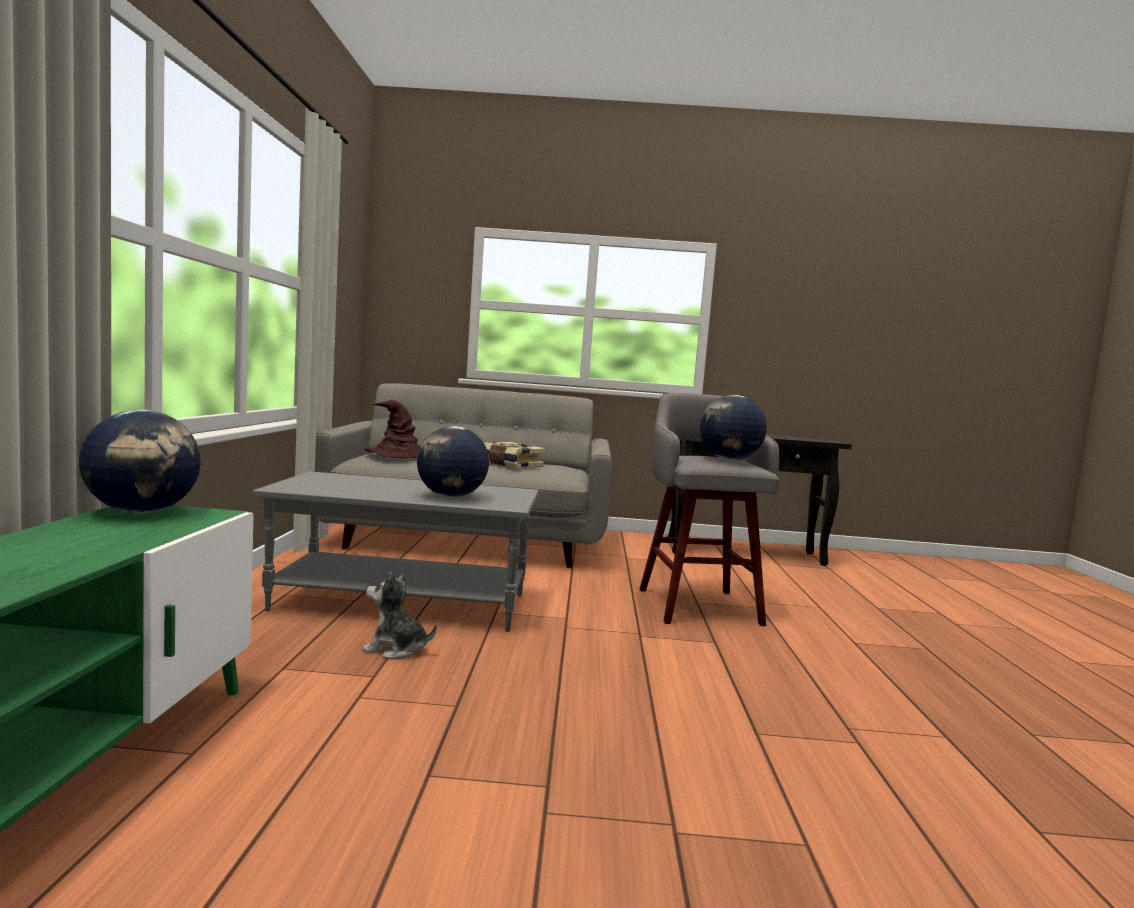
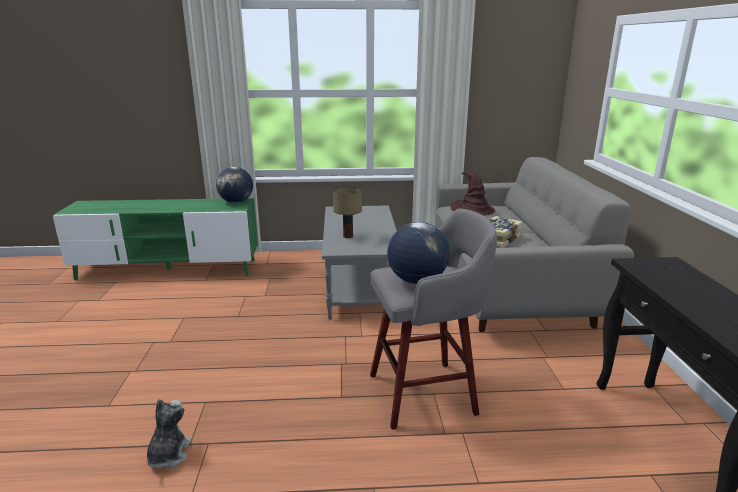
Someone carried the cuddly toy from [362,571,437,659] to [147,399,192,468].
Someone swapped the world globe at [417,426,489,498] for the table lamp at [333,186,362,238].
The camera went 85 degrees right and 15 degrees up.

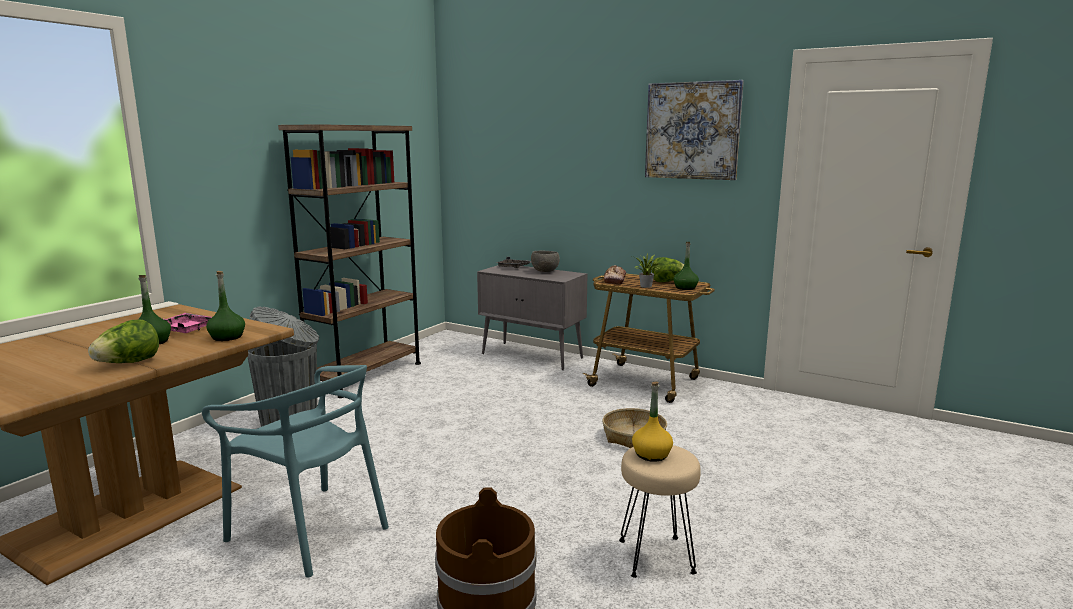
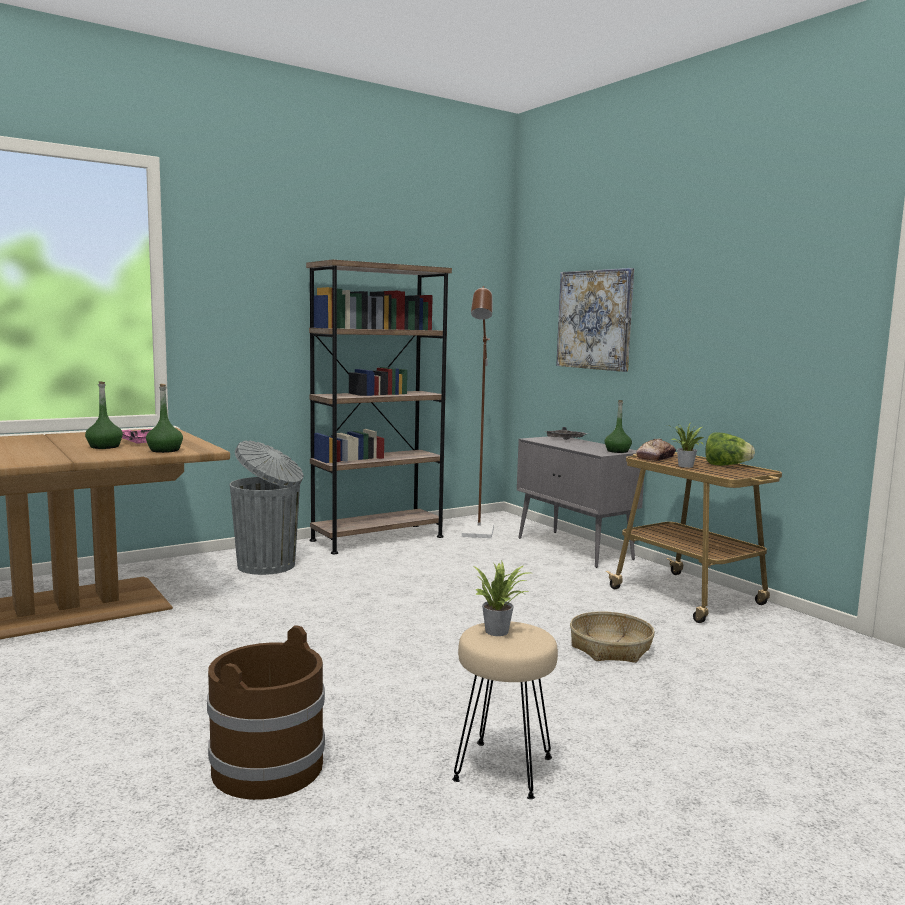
Someone took away the lettuce at [88,320,159,363].
Someone took away the blue-green chair at [202,365,389,577].
Someone took away the grey bowl at [531,251,560,272].
Someone put down the brownish floor lamp at [462,286,494,538].
Someone carried the wall art from [645,80,744,180] to [556,268,634,372].
Someone carried the green bottle from [674,242,699,290] to [604,400,632,453].
Someone swapped the yellow bottle at [632,382,673,462] for the houseplant at [473,561,529,636].
The camera went 25 degrees right and 5 degrees down.

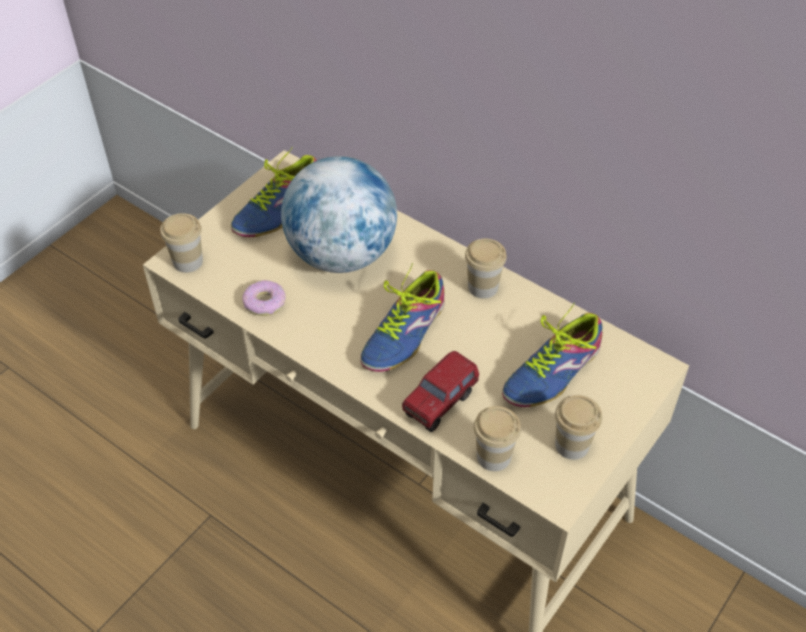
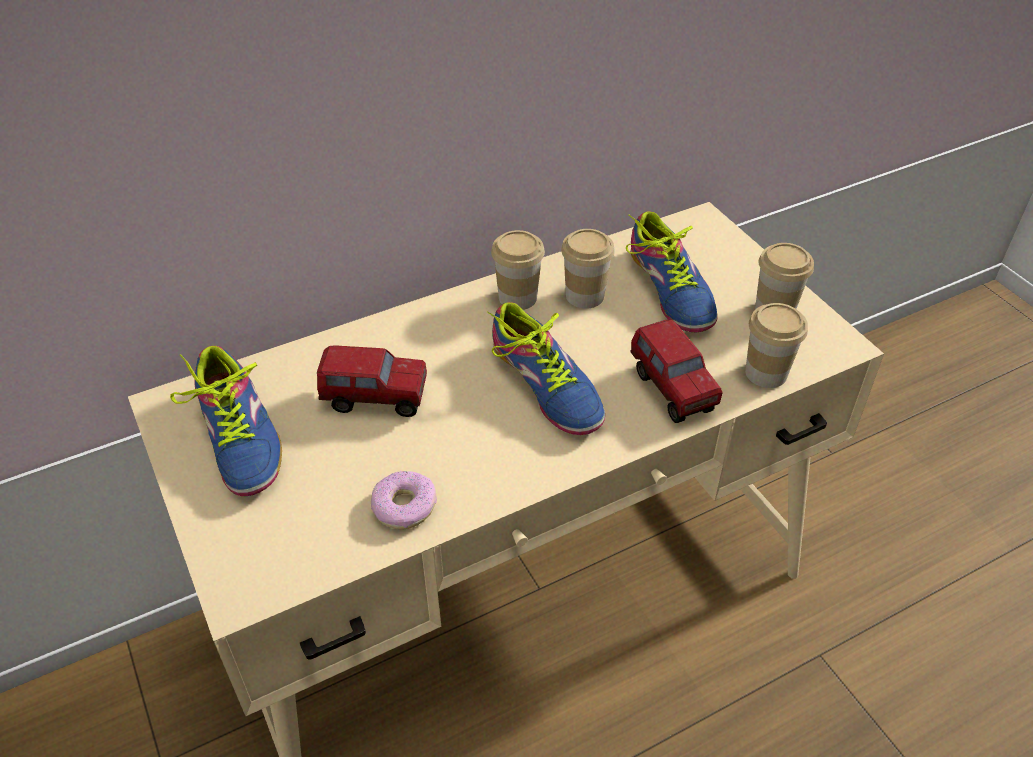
Someone carried the small cup from [160,213,203,273] to [561,229,615,309].
Someone swapped the world globe at [281,156,397,273] for the model truck at [317,345,427,417].
The camera went 65 degrees left and 5 degrees down.

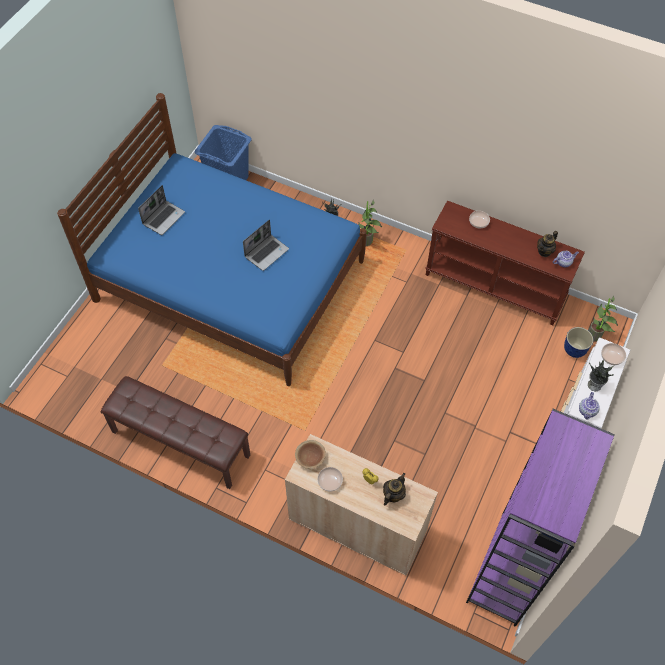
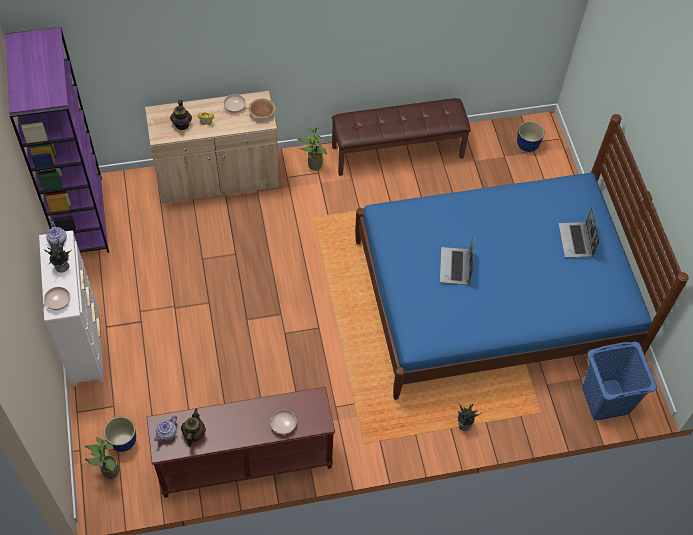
Someone put down the flower pot at [517,121,544,152].
Someone carried the houseplant from [358,199,382,246] to [297,127,327,171].
The camera went 140 degrees right and 0 degrees up.

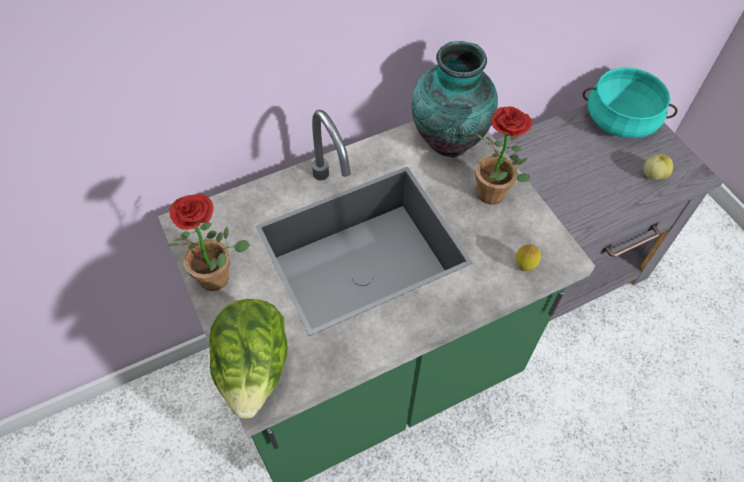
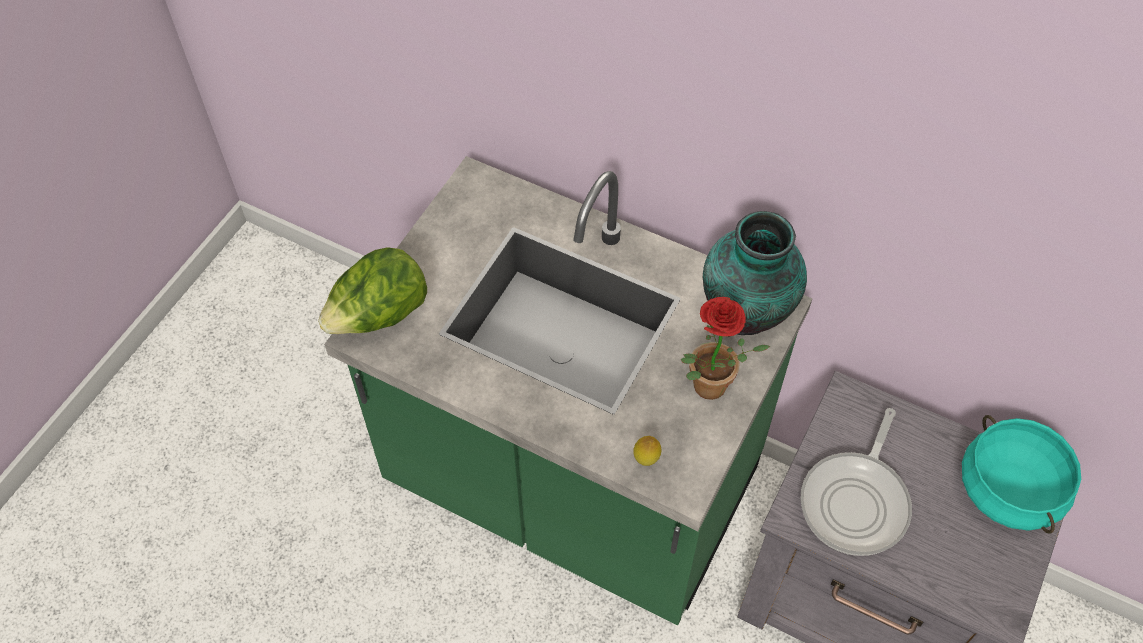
Someone took away the houseplant at [167,193,250,291].
Someone took away the apple at [644,154,673,180].
Someone put down the pan at [800,408,912,556].
The camera went 55 degrees right and 0 degrees up.

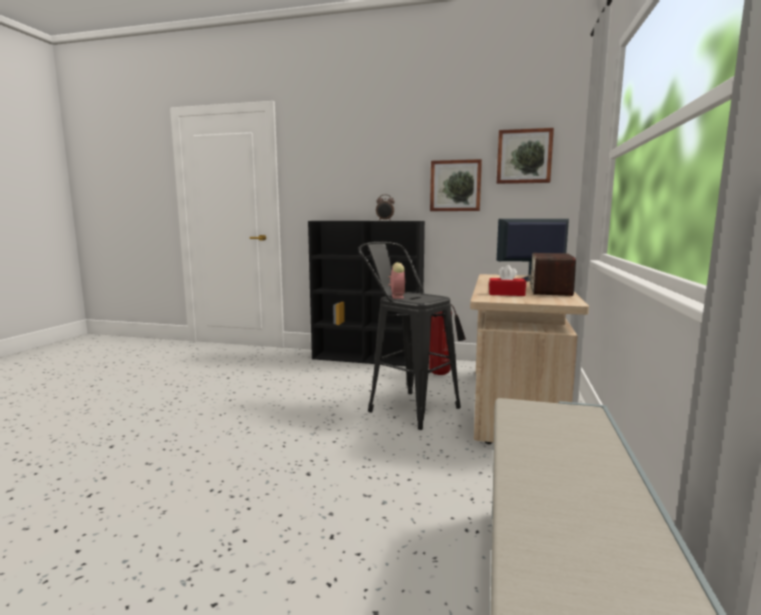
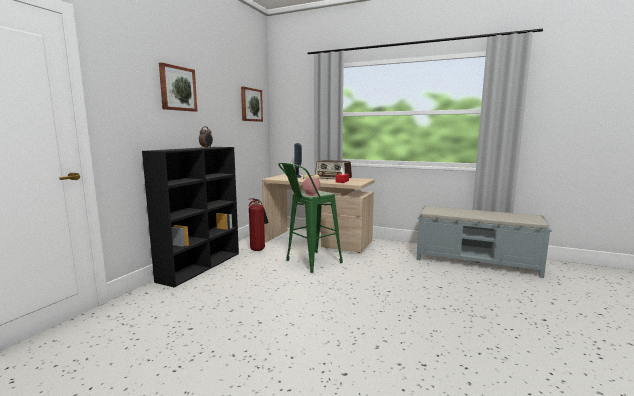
Someone carried the wall art from [430,159,482,211] to [159,62,197,112].
Someone repainted the blackish sitting stool at [358,242,461,430], which became the green sitting stool at [278,163,343,273].
The camera went 80 degrees left and 0 degrees up.

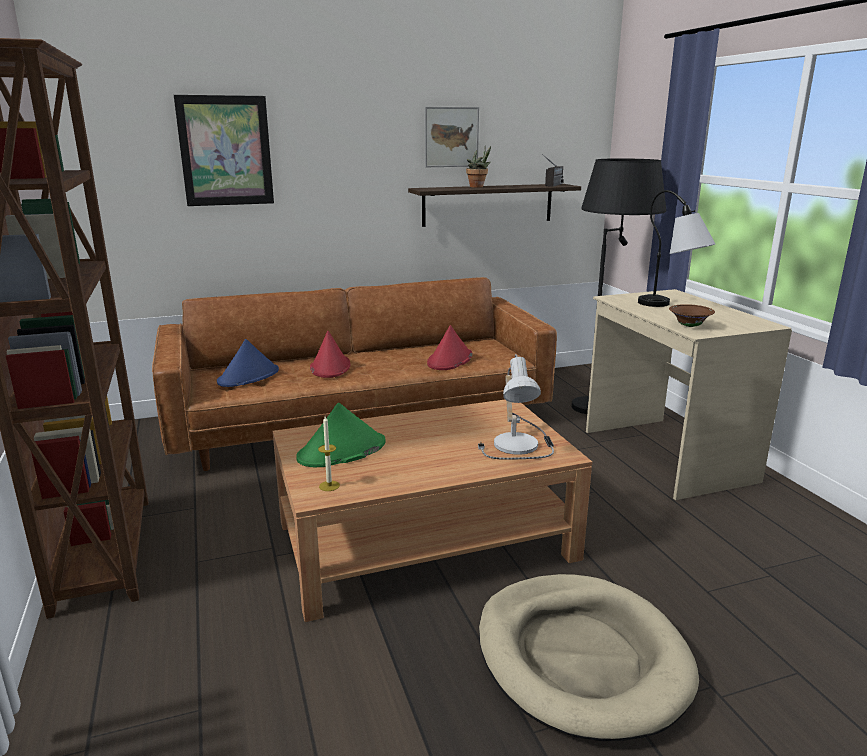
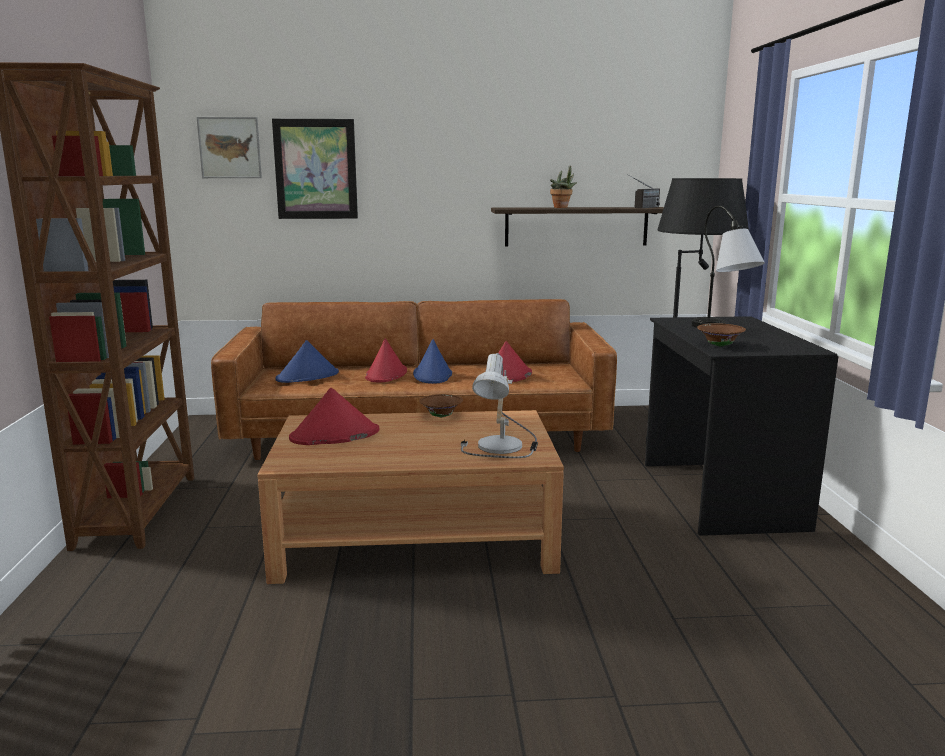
Someone took away the wax candle at [318,416,340,491].
Someone took away the beige-coloured dog cushion at [479,574,699,741].
Someone put down the bluish hat at [413,339,452,384].
Someone put down the brownish bowl at [419,394,463,417].
Someone carried the wall art from [425,107,479,167] to [196,117,262,178].
Someone repainted the green hat at [296,403,386,467], which became the red hat at [289,388,379,445].
Someone repainted the beige-coloured desk unit at [586,289,792,500], which became the blackish desk unit at [645,316,838,536].
The camera went 15 degrees right and 5 degrees down.

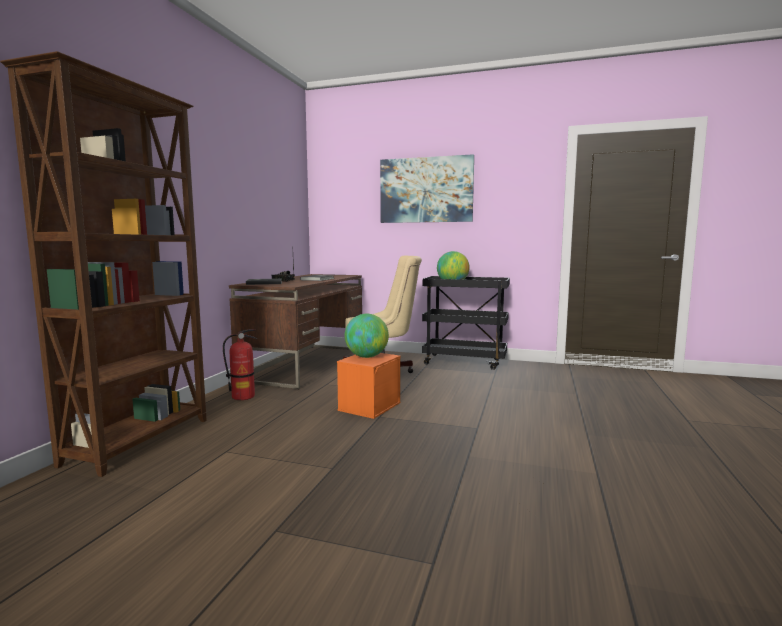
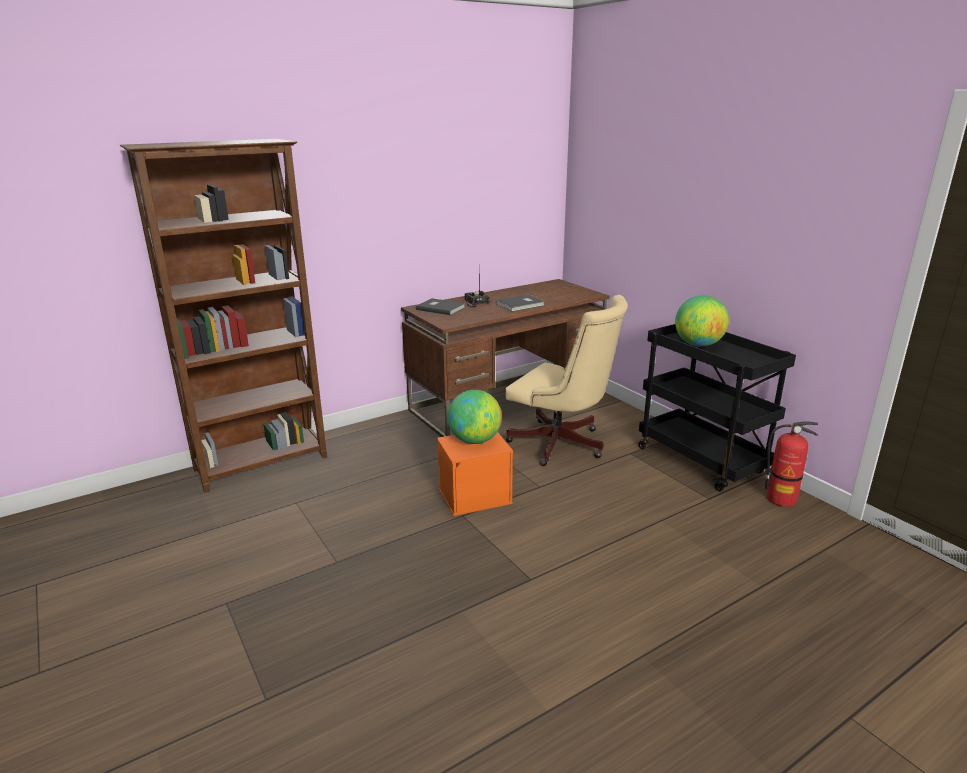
Someone took away the wall art at [380,154,474,223].
Someone carried the fire extinguisher from [223,329,257,400] to [765,421,818,507].
The camera went 40 degrees right and 15 degrees up.

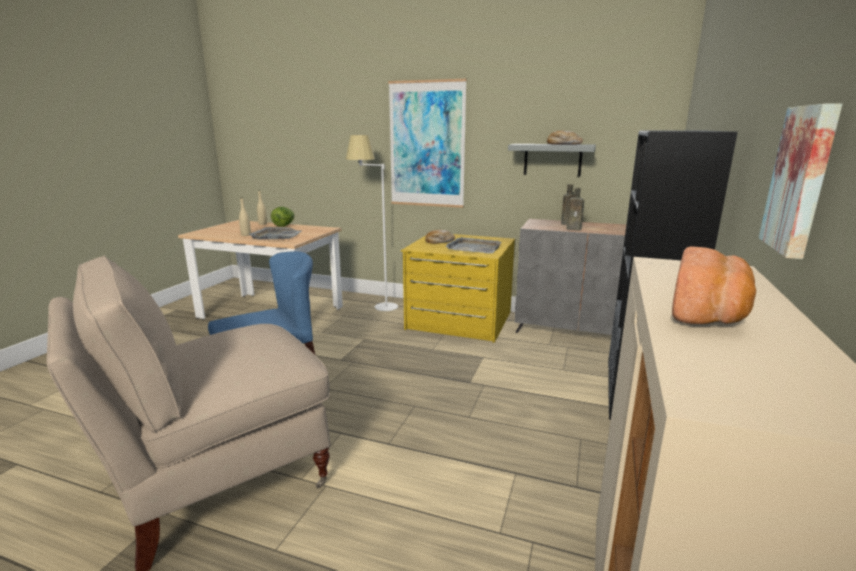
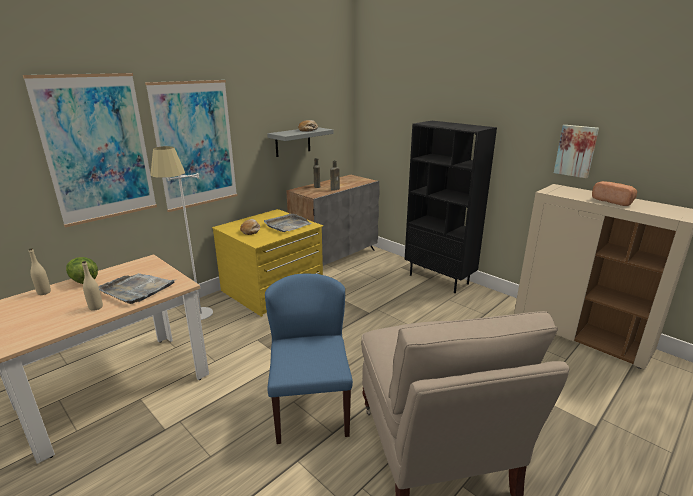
Someone put up the wall art at [23,73,157,227].
The camera went 65 degrees left and 5 degrees up.

